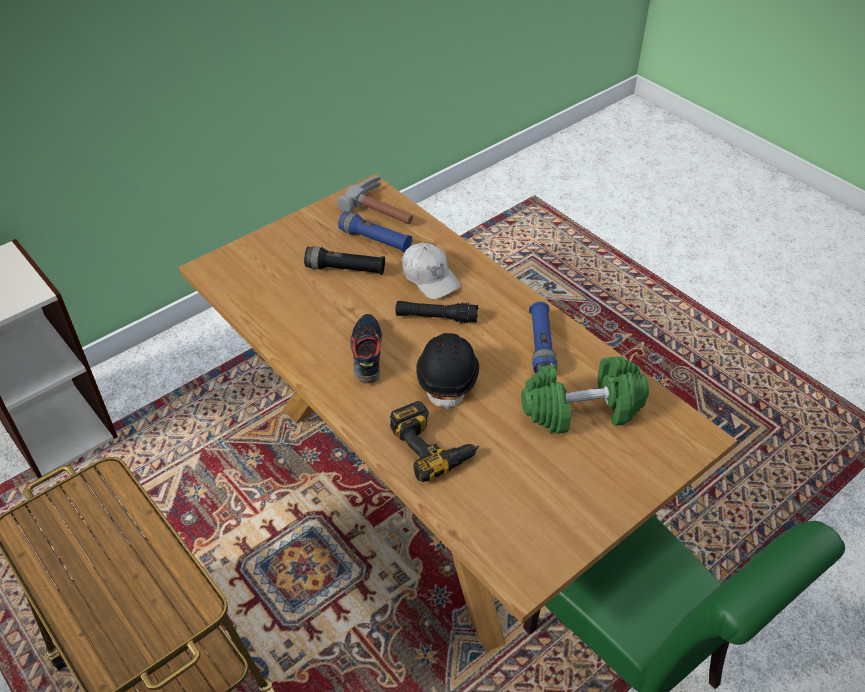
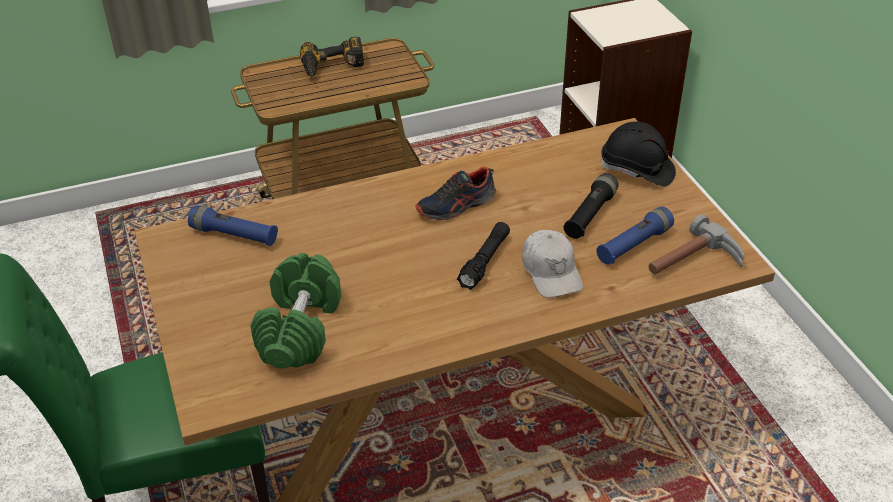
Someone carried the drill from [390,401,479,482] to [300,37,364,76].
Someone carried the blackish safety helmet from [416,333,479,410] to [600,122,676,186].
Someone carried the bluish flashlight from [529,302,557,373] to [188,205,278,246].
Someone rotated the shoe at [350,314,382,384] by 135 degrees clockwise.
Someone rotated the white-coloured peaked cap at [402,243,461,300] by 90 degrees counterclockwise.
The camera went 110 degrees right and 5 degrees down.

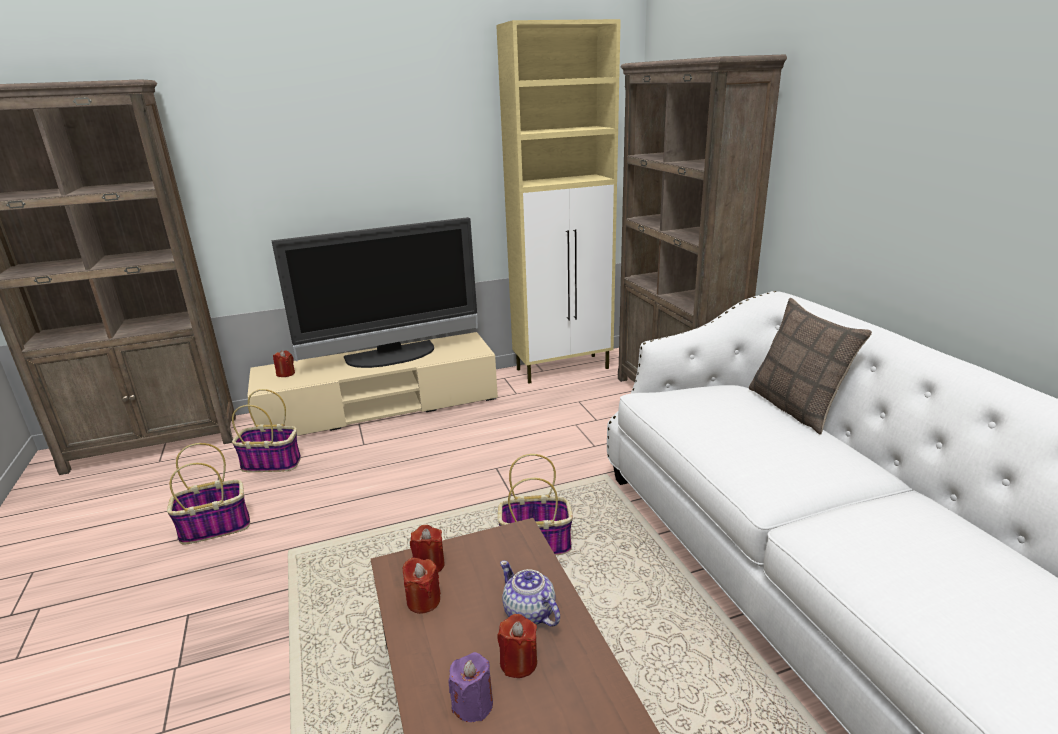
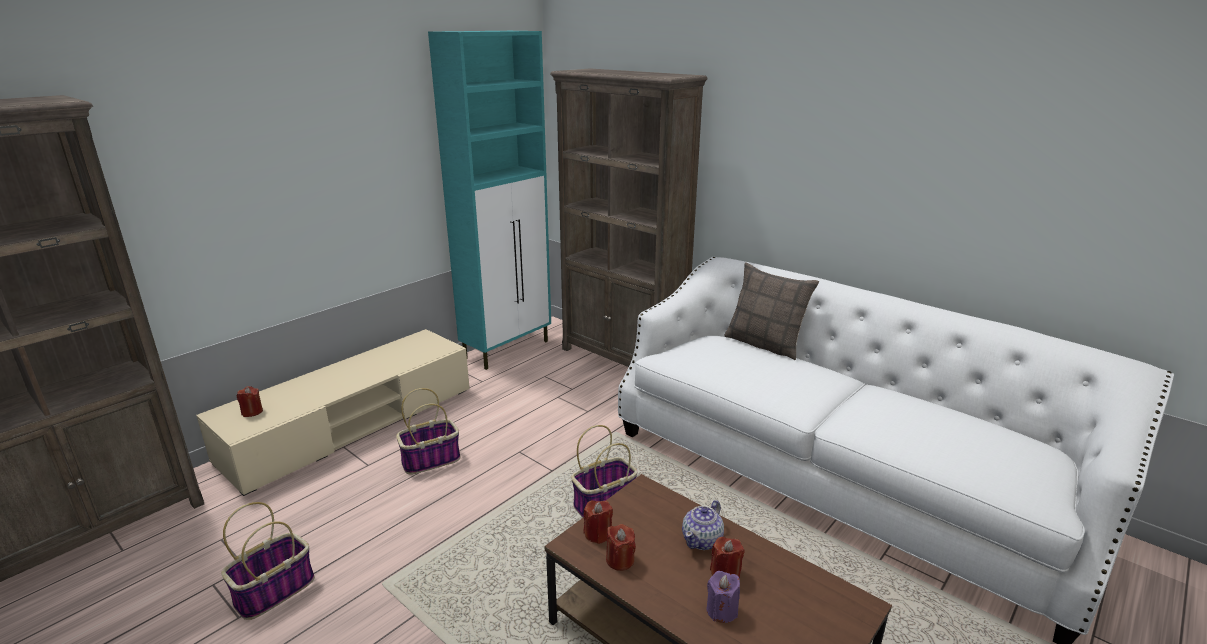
Someone took away the television at [271,217,478,368].
Someone carried the basket from [232,389,301,472] to [396,388,460,475].
Someone repainted the beige-coloured cupboard at [496,19,621,383], which became the blue-green cupboard at [428,31,551,370].
Someone rotated the pot for tea at [500,561,560,627] by 75 degrees counterclockwise.
The camera went 30 degrees left and 0 degrees up.

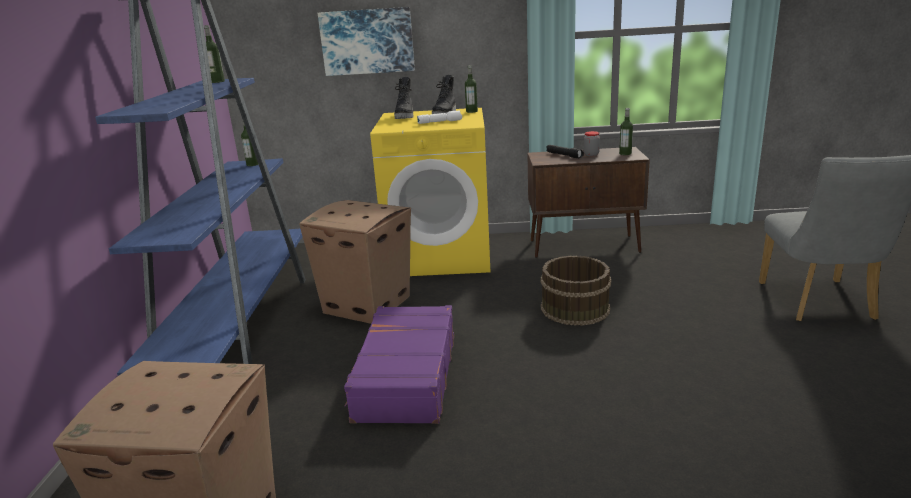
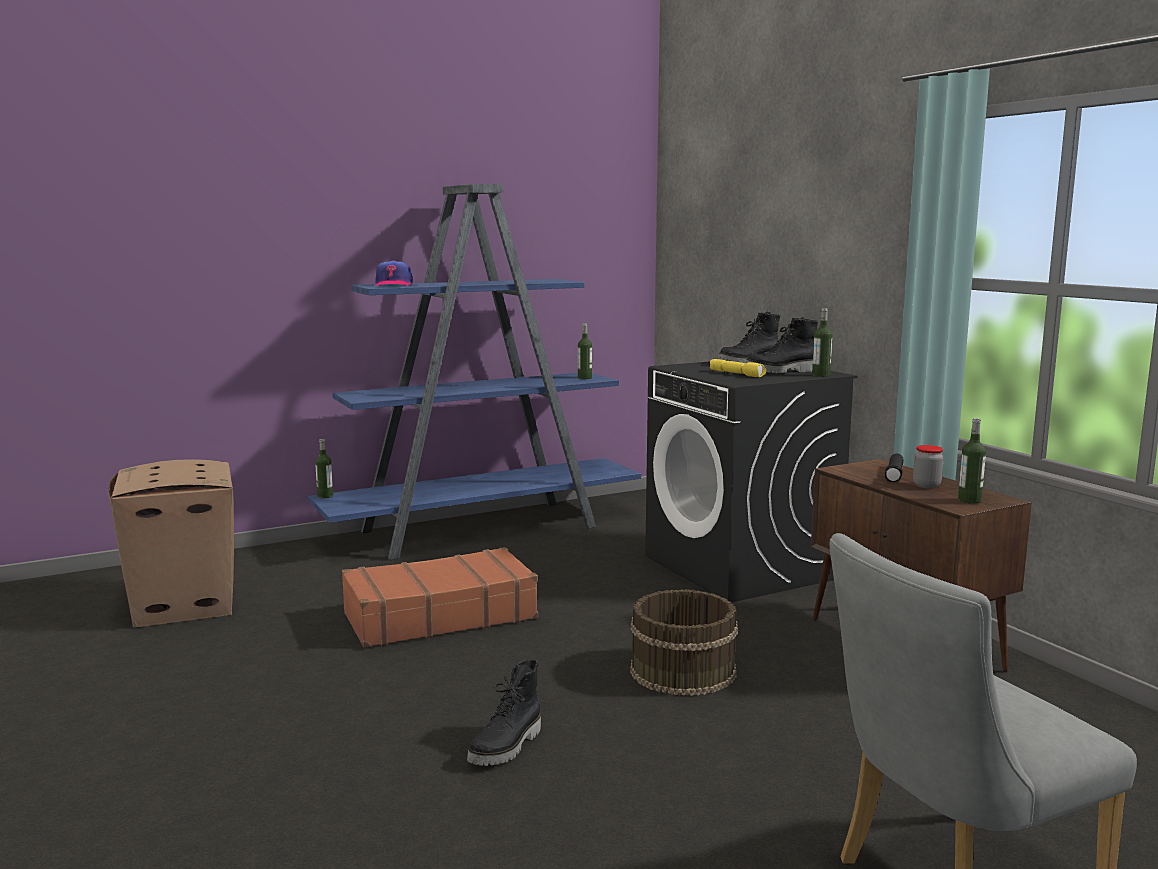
Someone took away the packing box at [299,200,411,324].
Someone took away the wall art at [318,7,415,76].
Someone put down the peaked cap at [375,260,413,286].
Someone put down the blackish high-top boot at [467,660,541,766].
Someone carried the bottle from [204,25,225,83] to [315,439,333,498].
Someone repainted the purple-coloured piece of luggage at [344,305,454,424], which became the brownish piece of luggage at [342,547,538,648].
Someone repainted the yellow laundry machine at [370,108,490,276], which became the blackish laundry machine at [645,361,857,602].
Someone repainted the white-coloured flashlight at [417,110,462,124], which became the yellow flashlight at [710,359,766,377].
The camera went 60 degrees right and 10 degrees down.

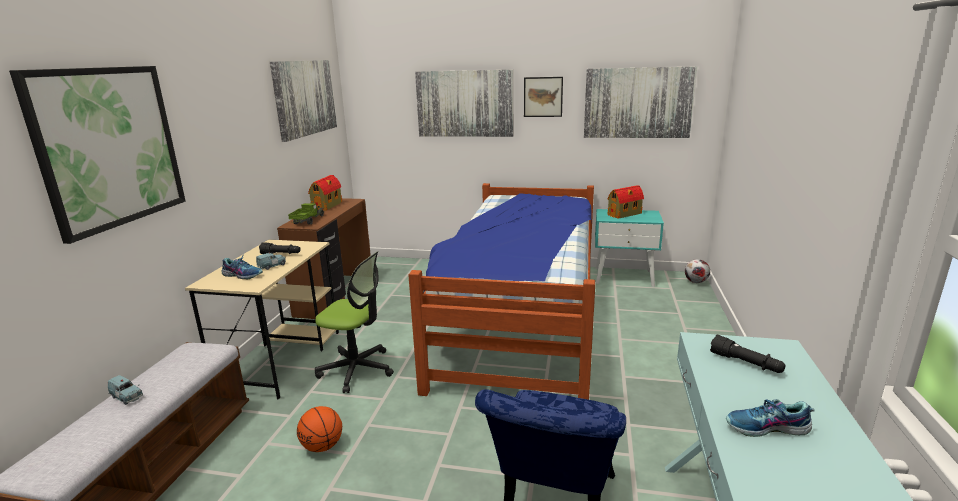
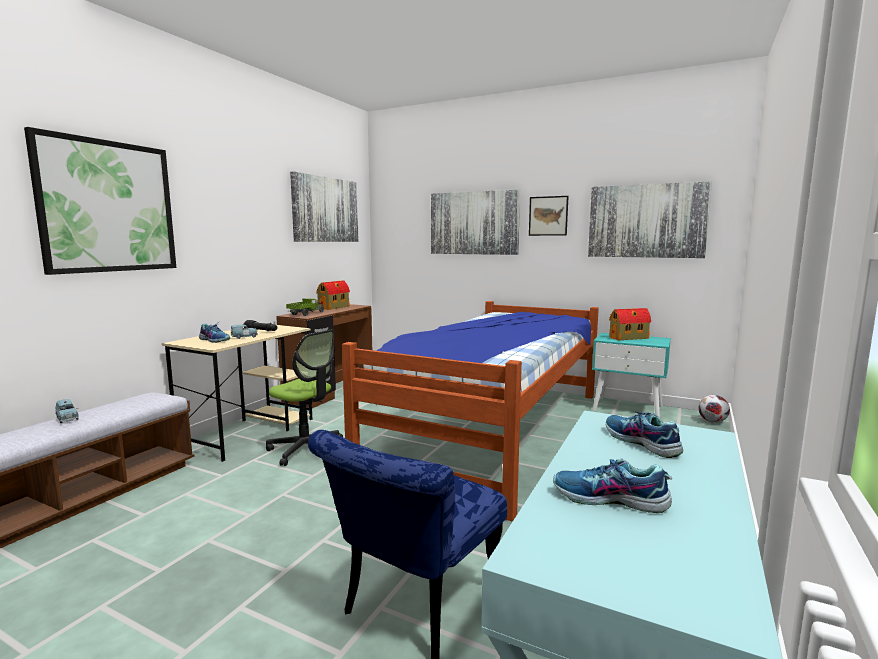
Someone took away the basketball at [297,406,342,452].
Someone swapped the blackish flashlight at [710,335,786,373] for the shoe at [606,411,683,458].
The camera went 15 degrees right and 10 degrees down.

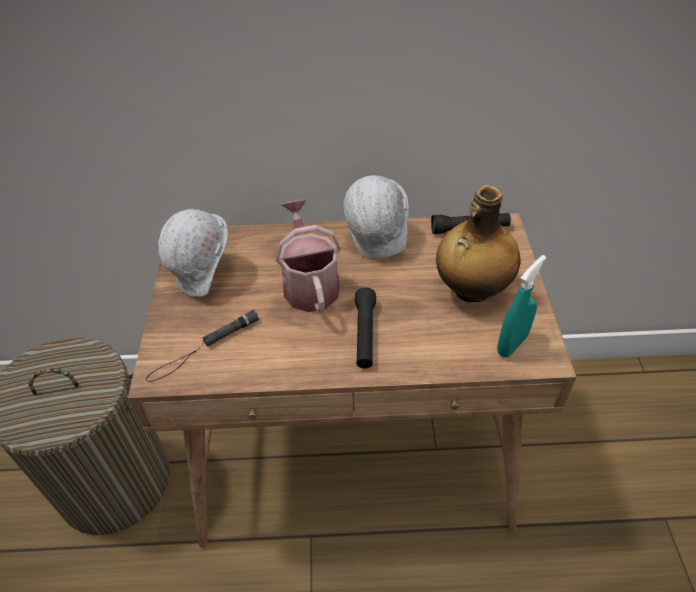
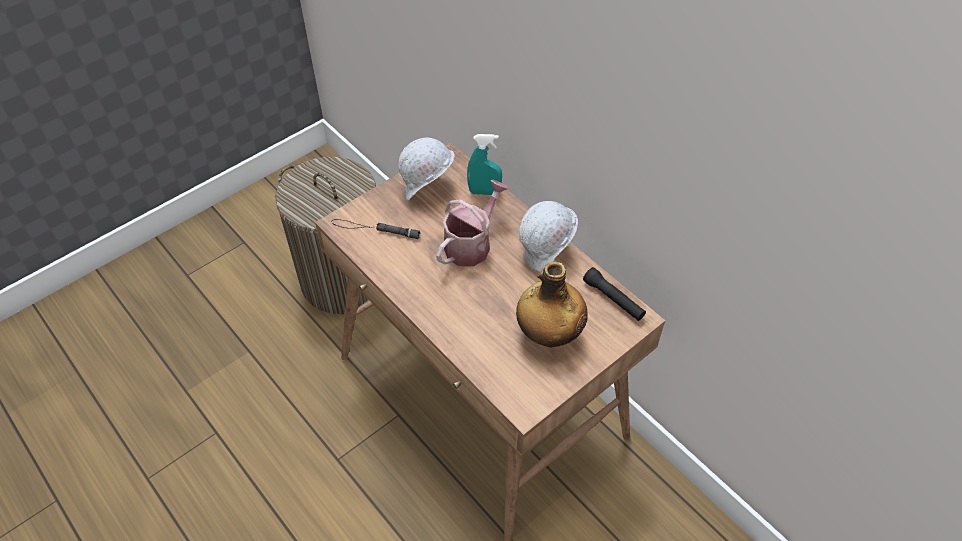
Someone took away the blackish flashlight at [355,287,376,369].
Someone carried the blue-green hand sprayer from [497,255,546,357] to [467,134,502,195].
The camera went 50 degrees right and 5 degrees up.

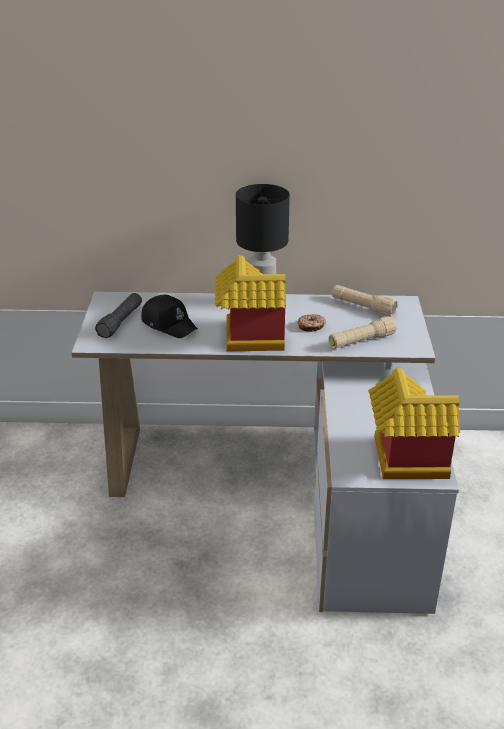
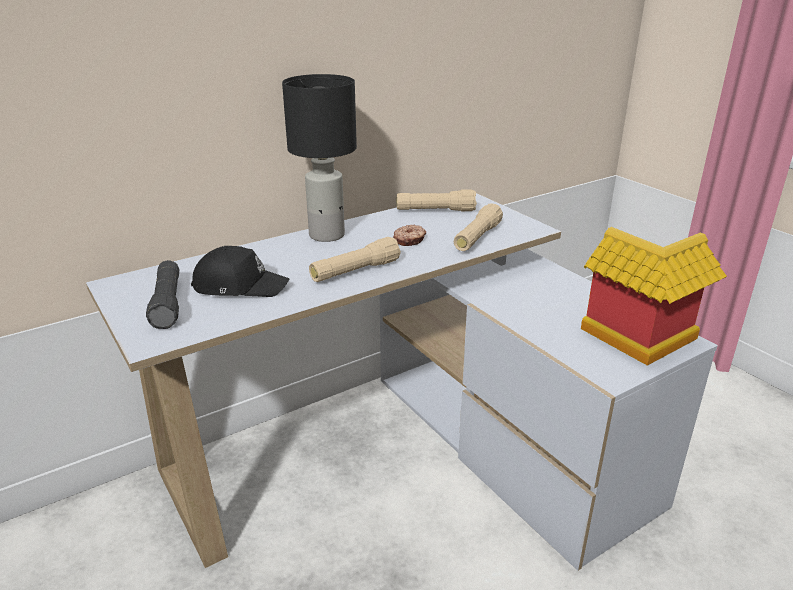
Someone swapped the model house at [214,255,286,351] for the beige-coloured flashlight at [309,237,401,282].
The camera went 35 degrees left and 5 degrees down.

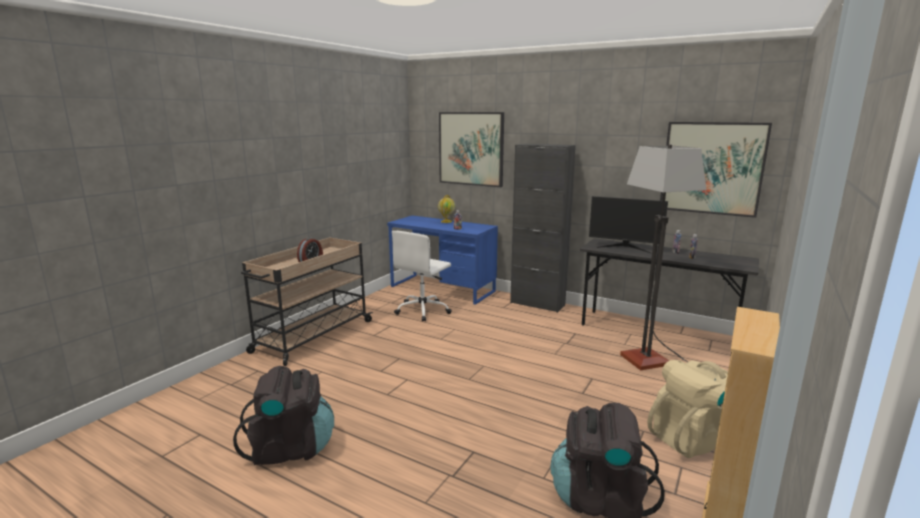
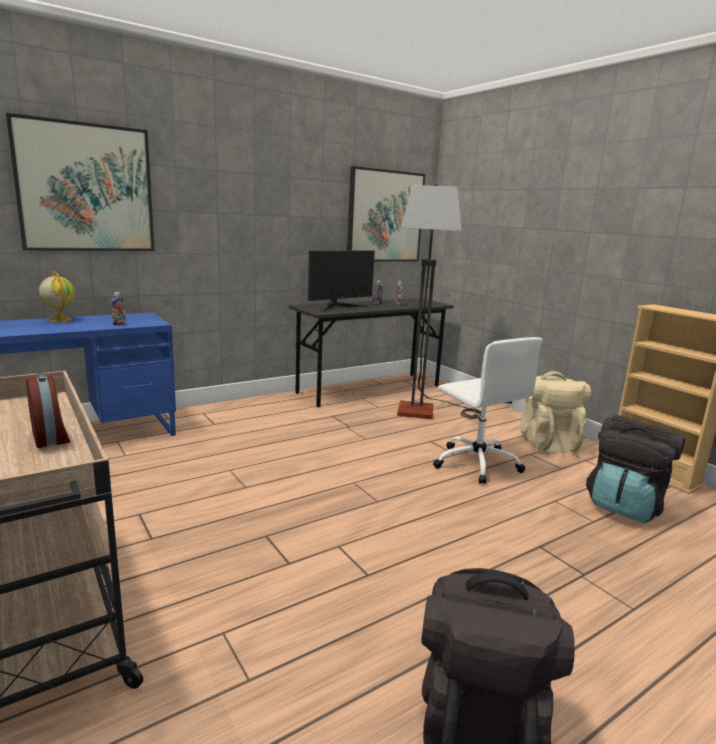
Someone took away the blackish cupboard at [510,144,575,313].
Someone carried the white-coloured desk chair from [392,231,452,322] to [433,337,542,484].
The camera went 65 degrees left and 0 degrees up.

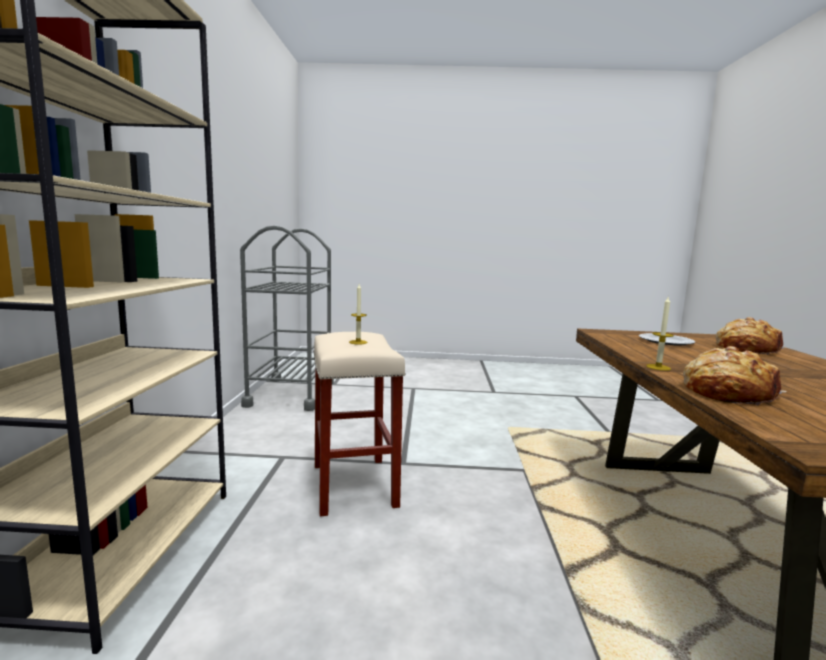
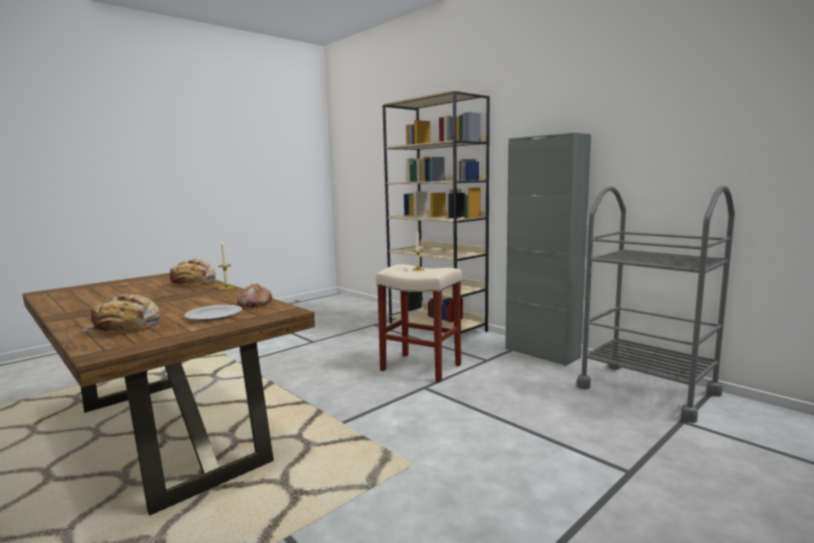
Someone put down the bread at [237,283,272,307].
Someone put down the grey cupboard at [505,133,591,366].
The camera went 135 degrees right and 0 degrees up.

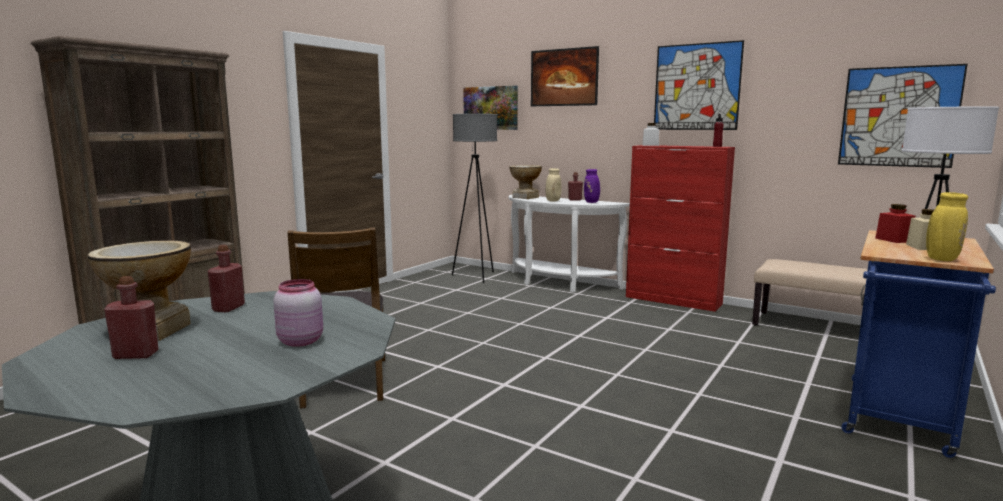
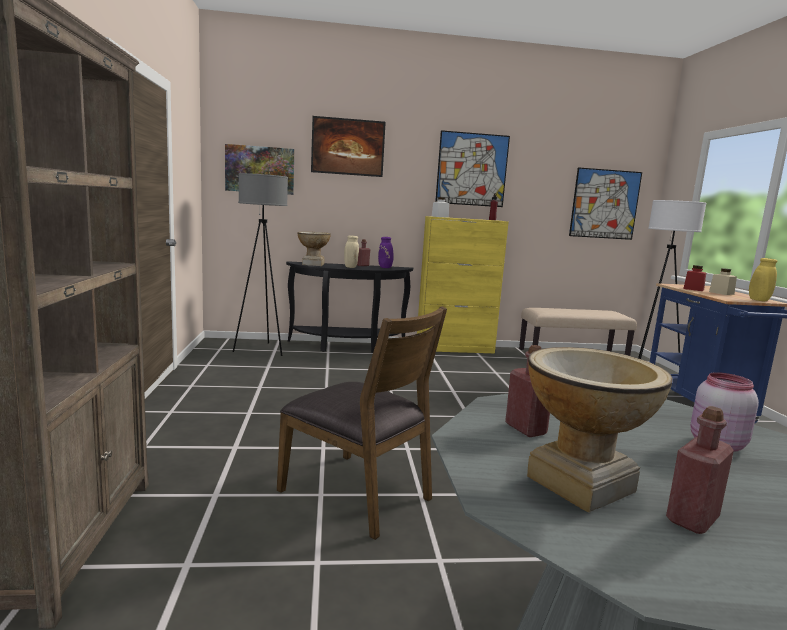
Someone repainted the white-coloured hall table at [509,195,630,292], which became the blackish hall table at [286,261,413,353].
Someone repainted the red cupboard at [626,145,735,312], which became the yellow cupboard at [417,216,509,353].
The camera went 40 degrees left and 0 degrees up.

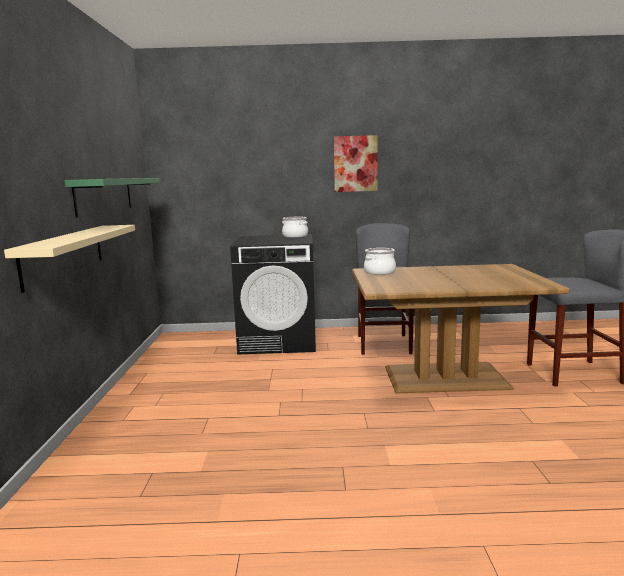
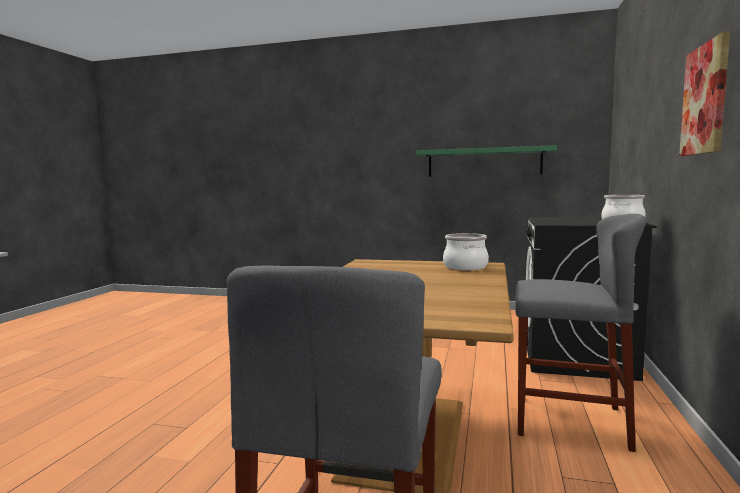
Someone took away the beige-coloured bracket shelf at [4,225,135,293].
The camera went 105 degrees right and 5 degrees down.

